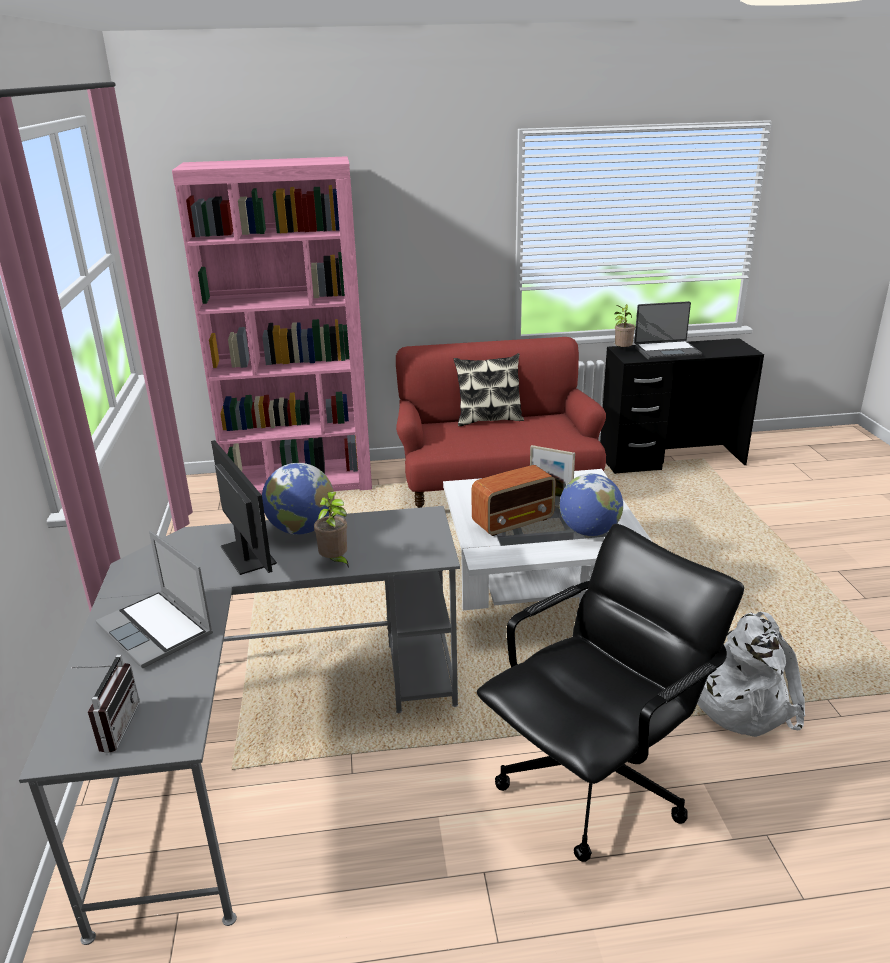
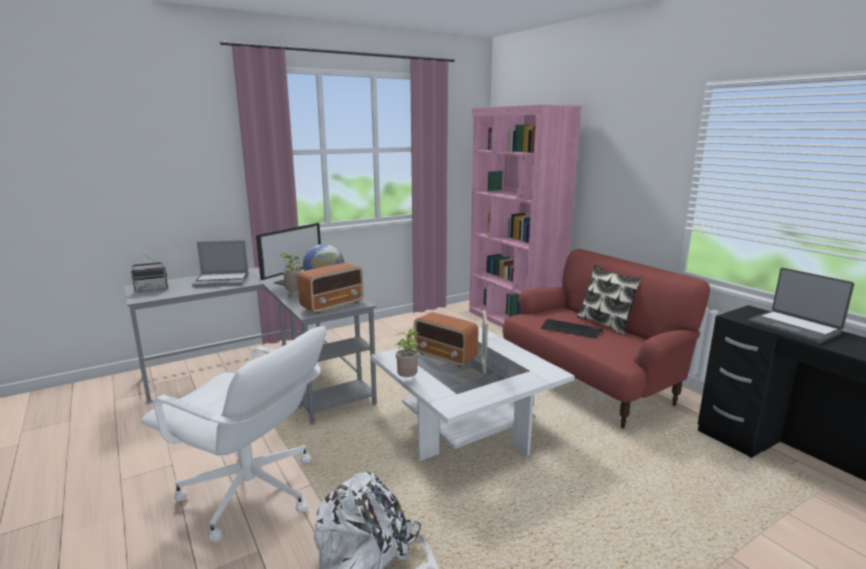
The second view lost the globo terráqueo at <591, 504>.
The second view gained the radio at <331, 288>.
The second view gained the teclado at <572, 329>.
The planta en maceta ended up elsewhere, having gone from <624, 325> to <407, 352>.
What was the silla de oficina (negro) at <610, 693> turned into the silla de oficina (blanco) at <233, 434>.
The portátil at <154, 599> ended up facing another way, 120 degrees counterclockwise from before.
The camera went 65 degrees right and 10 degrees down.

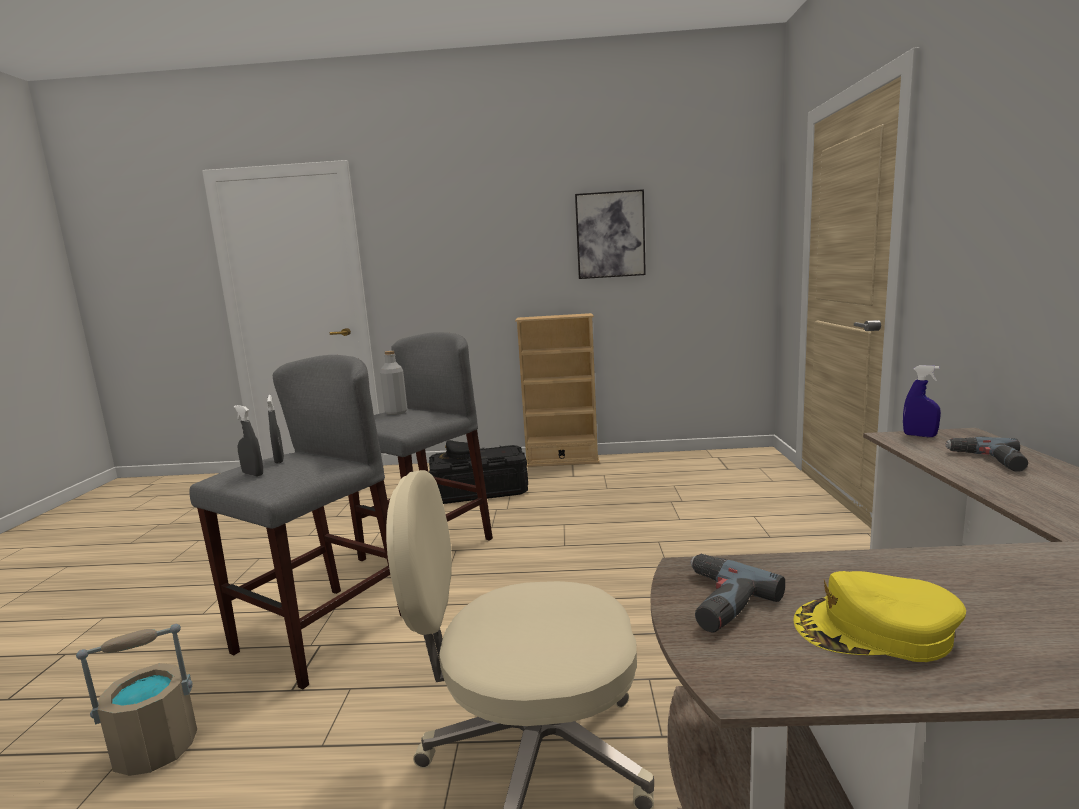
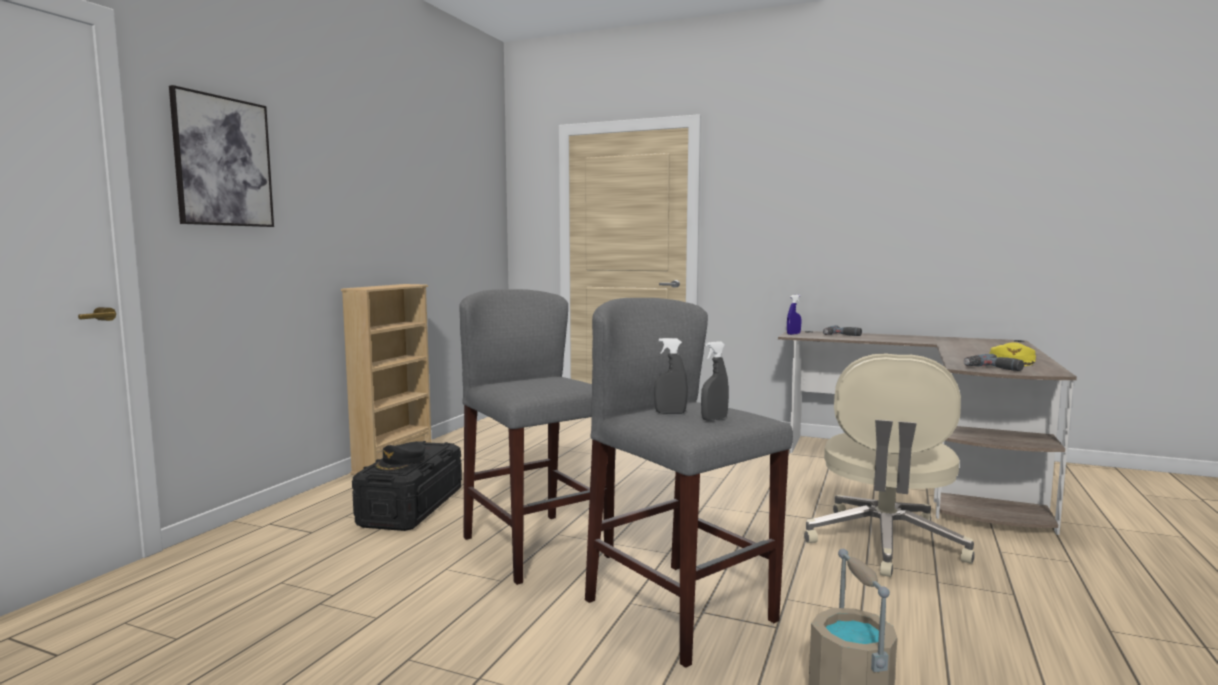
The second view lost the botella (gris) at <393, 383>.
The cuadro ended up elsewhere, having gone from <610, 234> to <221, 156>.
The camera went 70 degrees left and 5 degrees down.

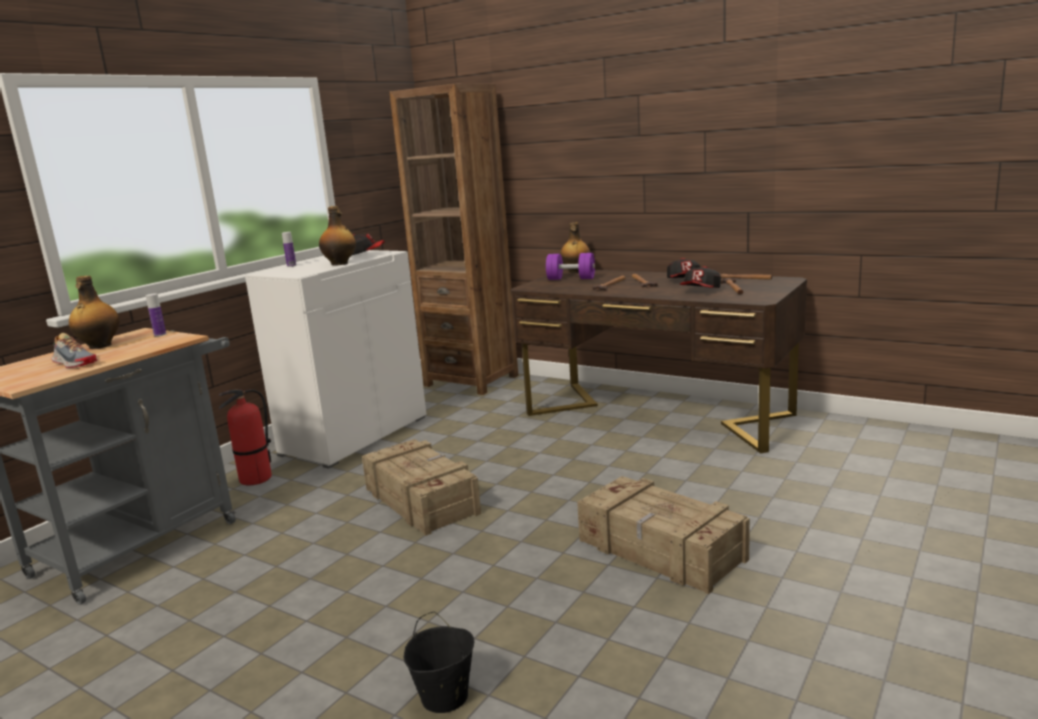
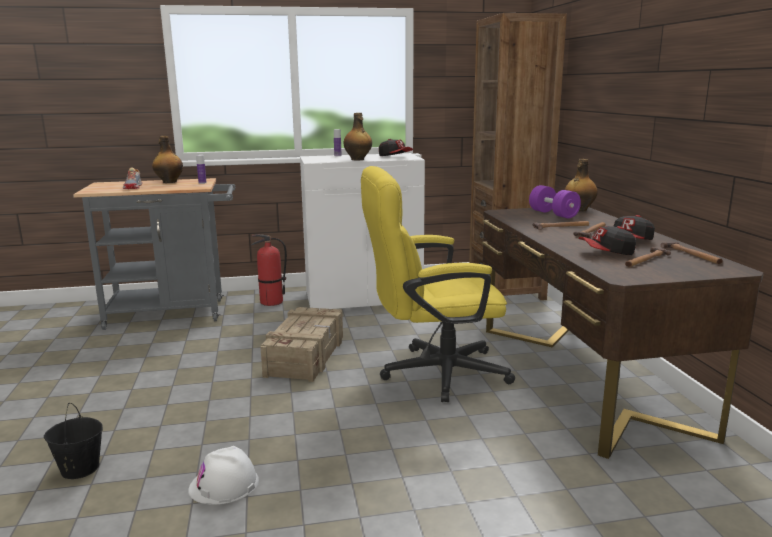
The second view lost the caja de embalaje at <663, 535>.
The second view gained the casco (blanco) at <223, 475>.
The second view gained the silla de oficina (amarillo) at <438, 284>.
The camera went 45 degrees right and 0 degrees up.

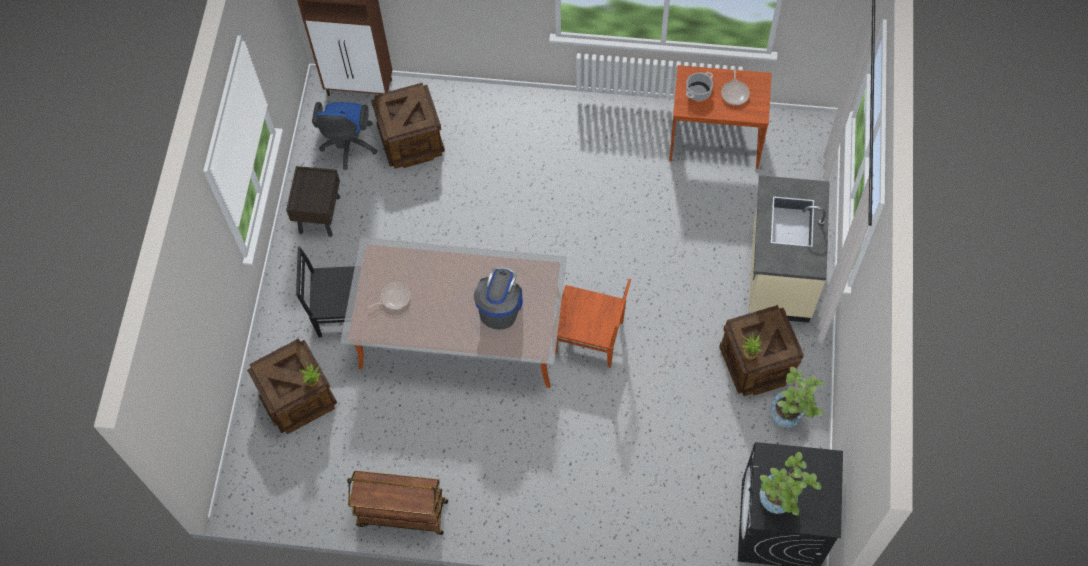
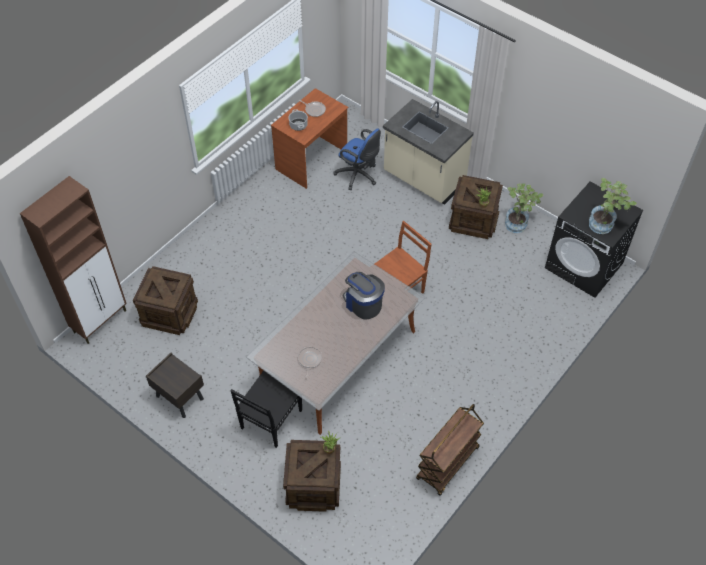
The silla de oficina (azul) ended up elsewhere, having gone from <344, 136> to <357, 159>.
The camera went 60 degrees left and 10 degrees down.

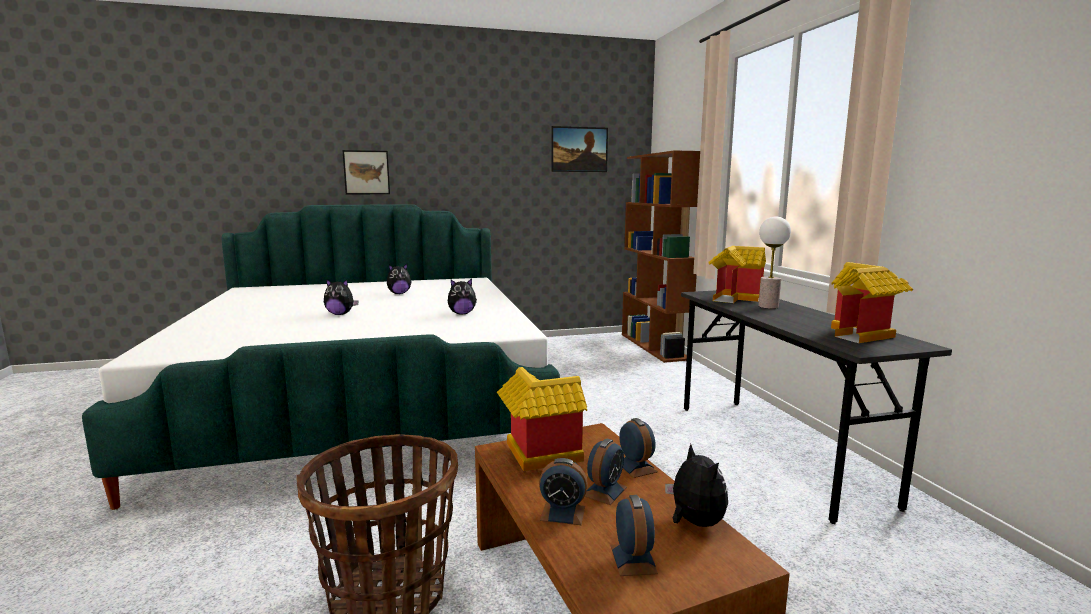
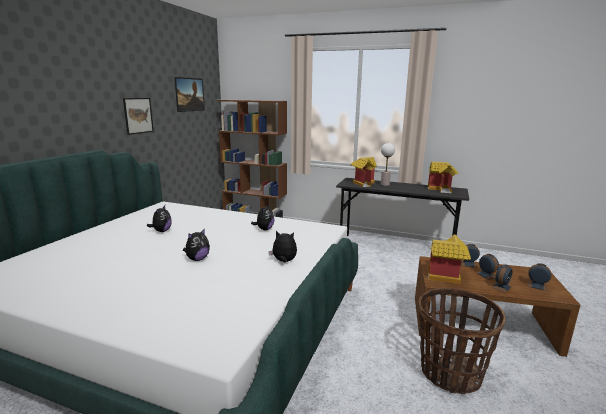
The cuadro ended up elsewhere, having gone from <366, 172> to <138, 116>.
The peluche ended up elsewhere, having gone from <696, 485> to <283, 246>.
The camera went 55 degrees left and 5 degrees up.

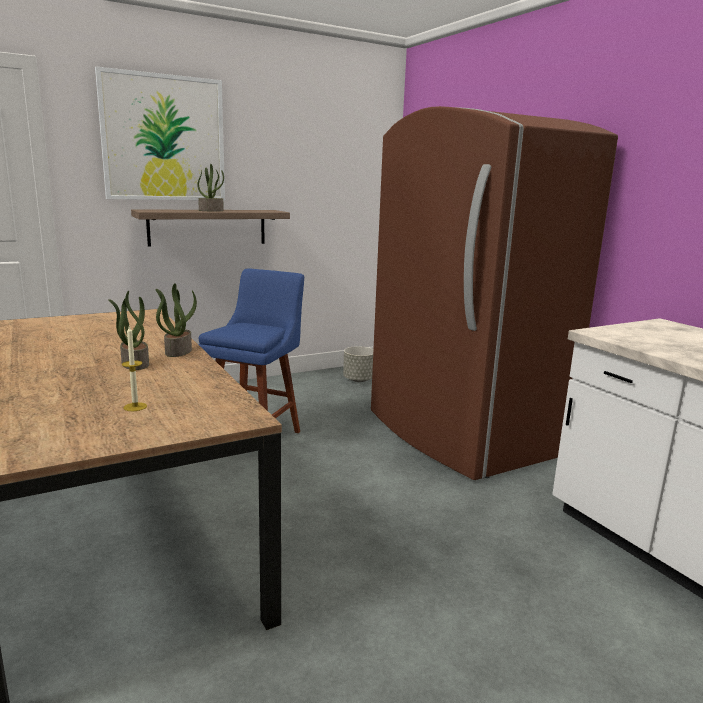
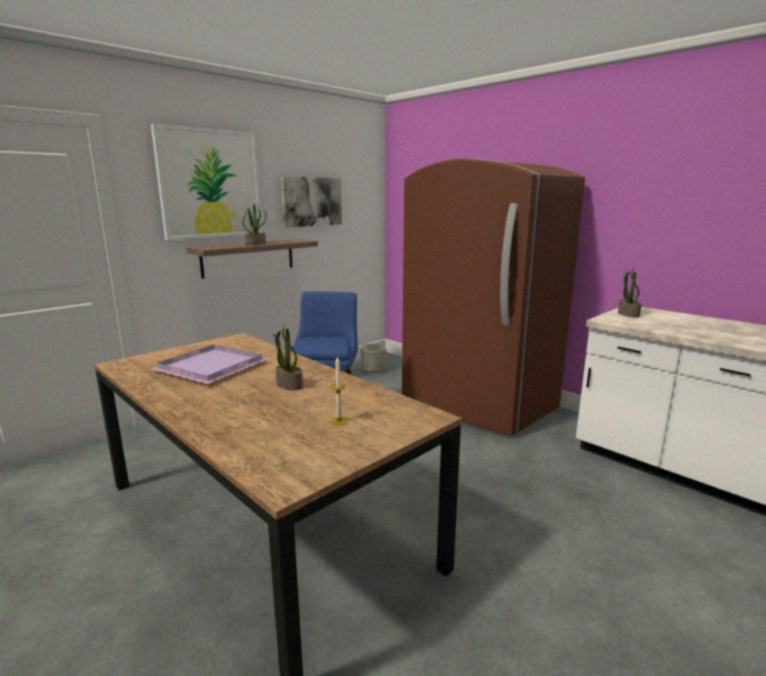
The second view gained the bandeja (morado) at <209, 364>.
The second view gained the cuadro at <311, 202>.
The planta en maceta ended up elsewhere, having gone from <176, 320> to <630, 293>.
The camera went 15 degrees left and 0 degrees up.

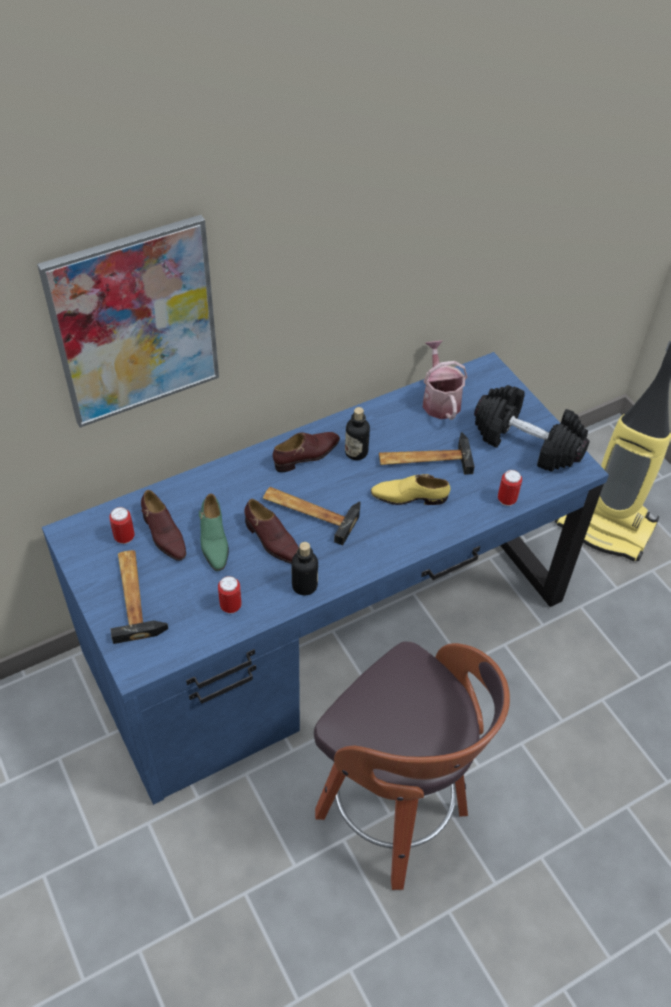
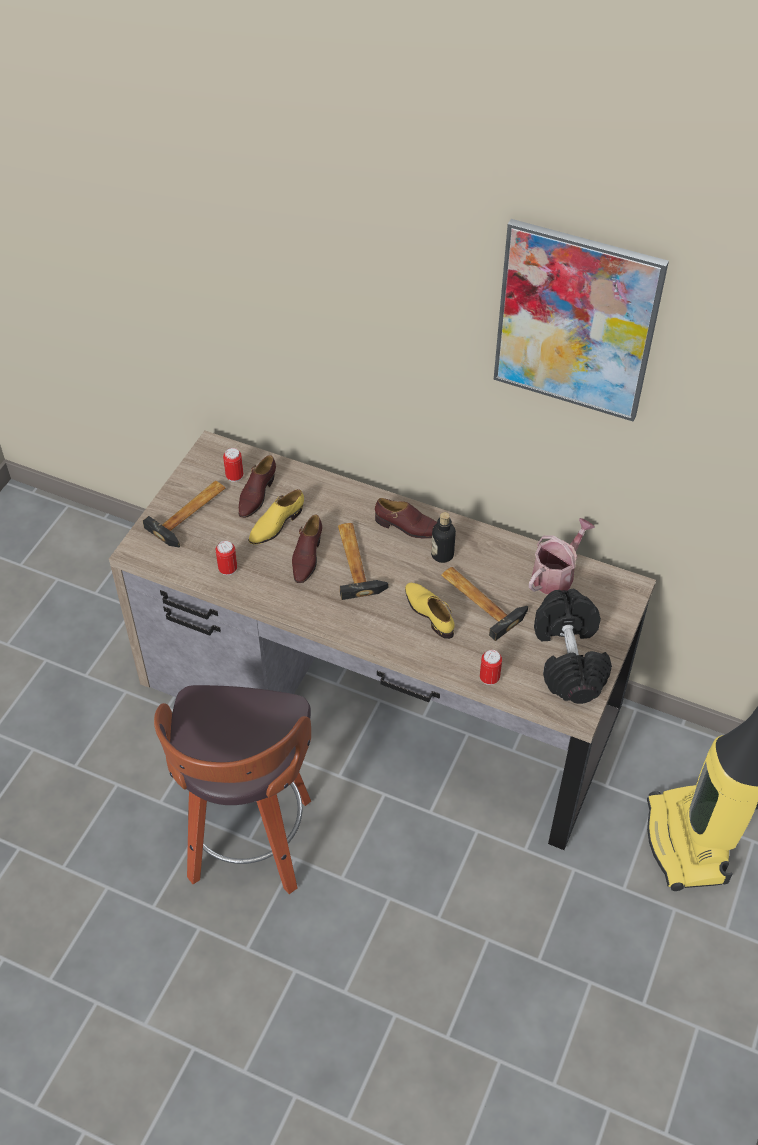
The second view lost the botella at <304, 568>.
The cuadro ended up elsewhere, having gone from <128, 321> to <581, 320>.
What was the escritorio (azul) at <325, 578> turned into the escritorio (marrón) at <382, 640>.
What was the zapato (verde) at <214, 532> turned into the zapato (amarillo) at <276, 516>.
The camera went 55 degrees right and 0 degrees up.

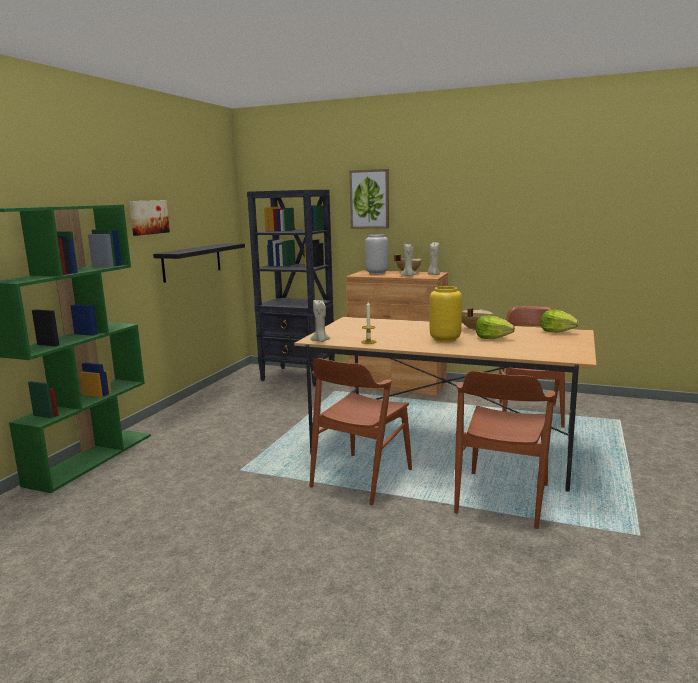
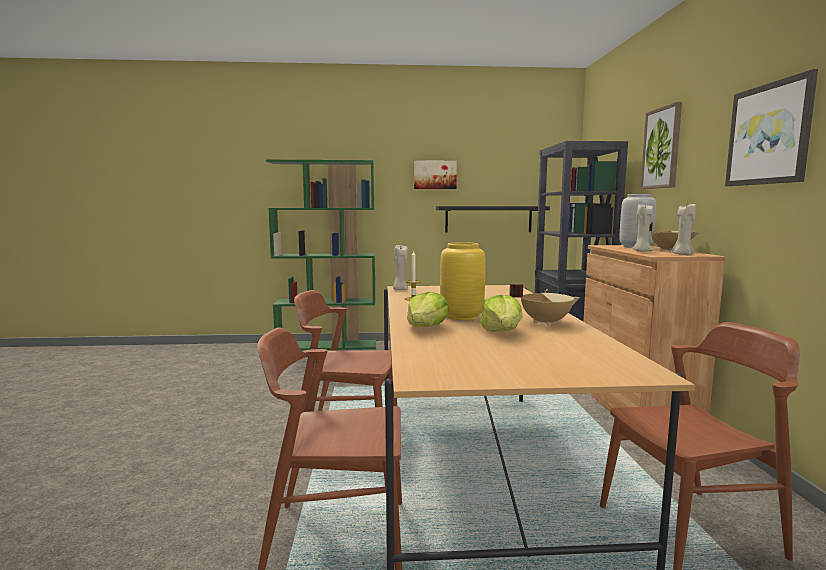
The second view gained the cuadro at <771, 127>.
The lechuga ended up elsewhere, having gone from <560, 321> to <428, 309>.
The camera went 65 degrees right and 5 degrees down.

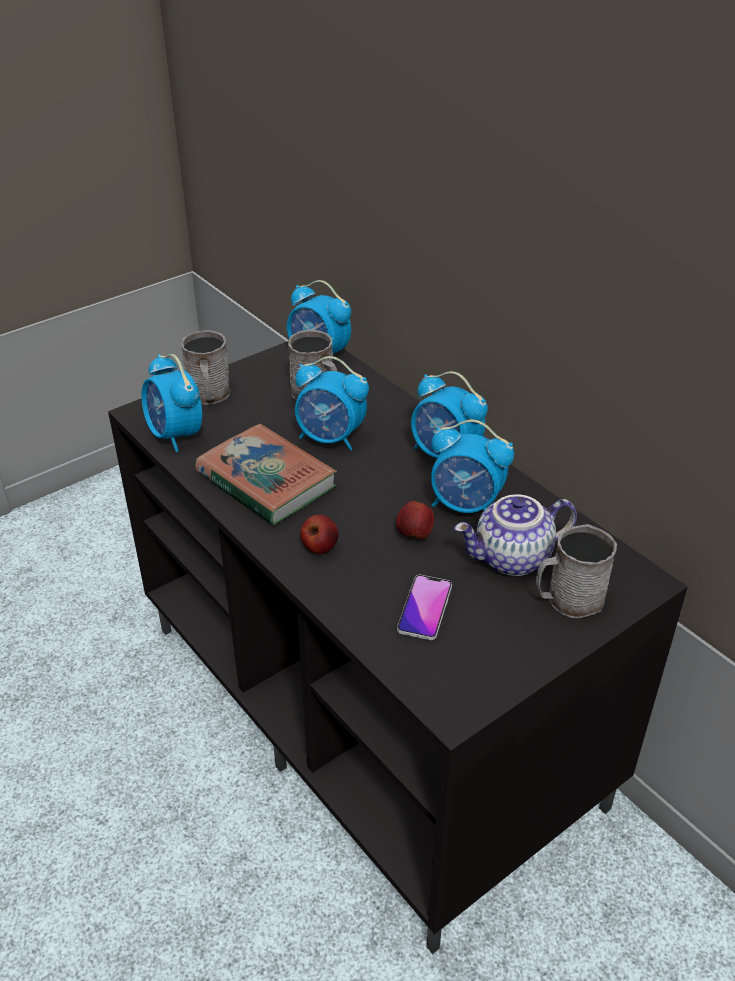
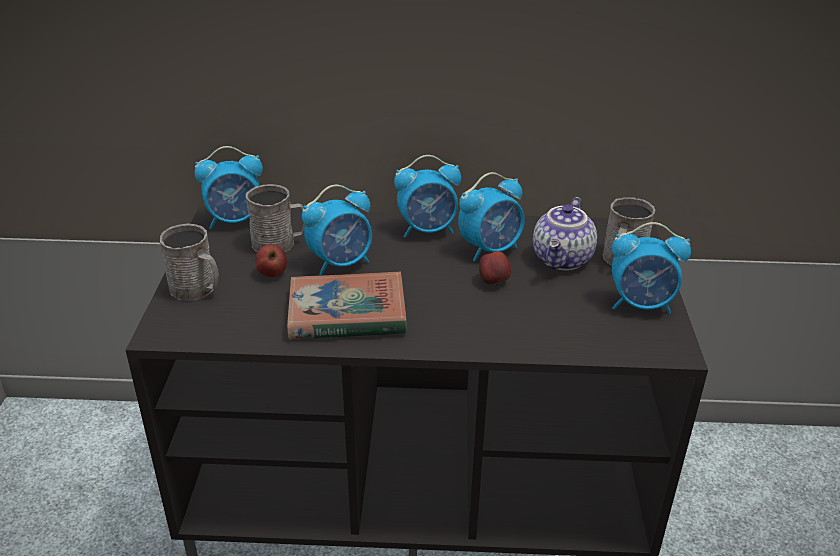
The second view lost the móvil at <424, 607>.
The despertador ended up elsewhere, having gone from <171, 403> to <651, 268>.
The manzana ended up elsewhere, having gone from <319, 534> to <271, 260>.
The camera went 50 degrees left and 5 degrees down.

